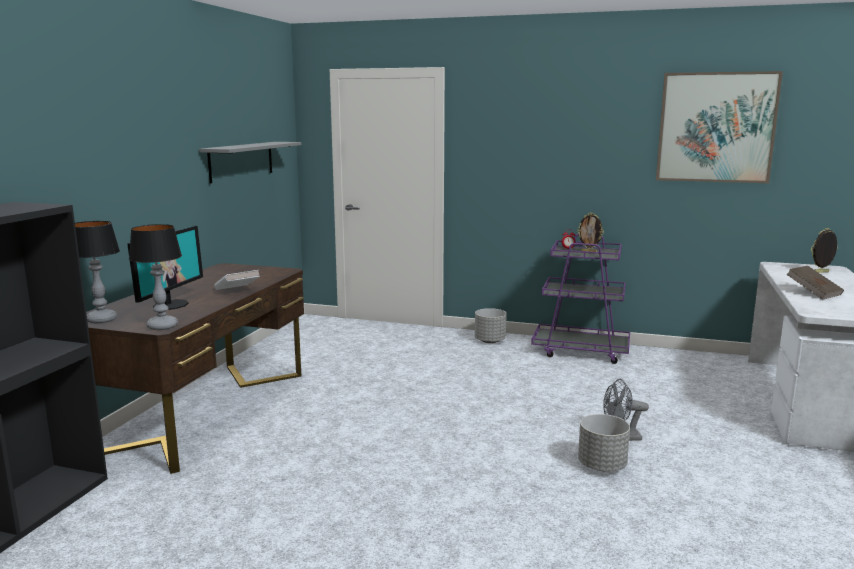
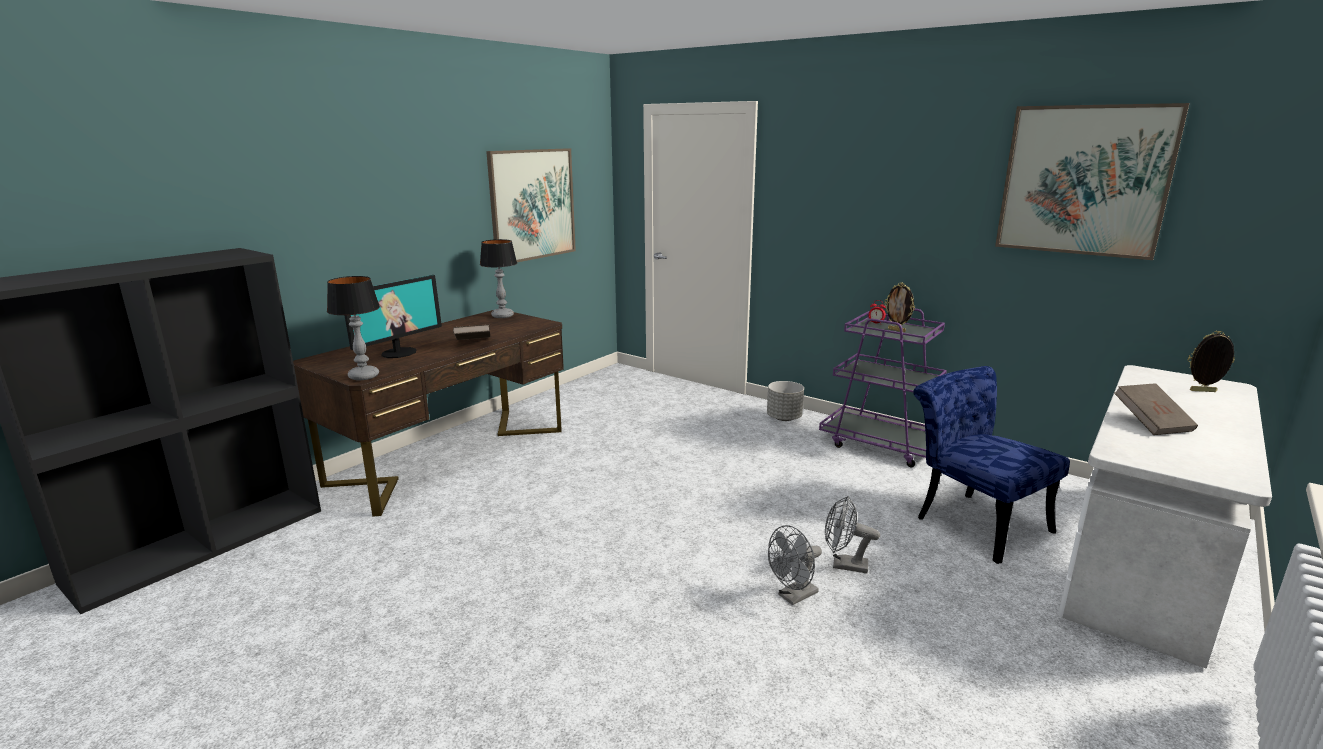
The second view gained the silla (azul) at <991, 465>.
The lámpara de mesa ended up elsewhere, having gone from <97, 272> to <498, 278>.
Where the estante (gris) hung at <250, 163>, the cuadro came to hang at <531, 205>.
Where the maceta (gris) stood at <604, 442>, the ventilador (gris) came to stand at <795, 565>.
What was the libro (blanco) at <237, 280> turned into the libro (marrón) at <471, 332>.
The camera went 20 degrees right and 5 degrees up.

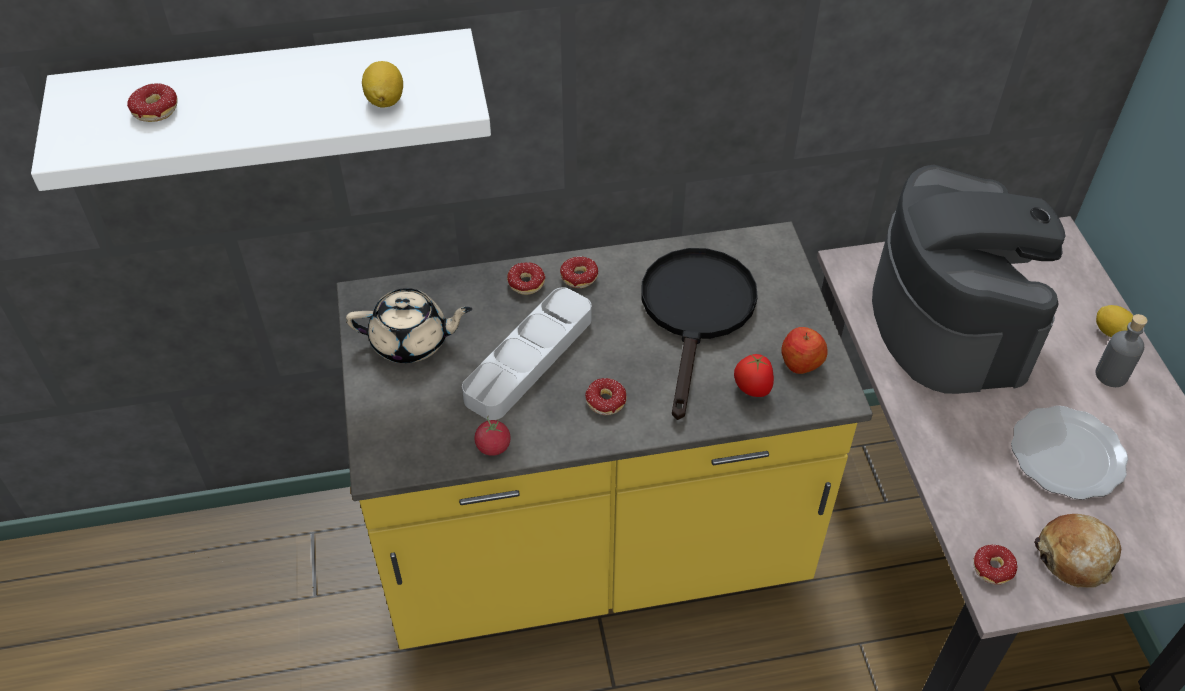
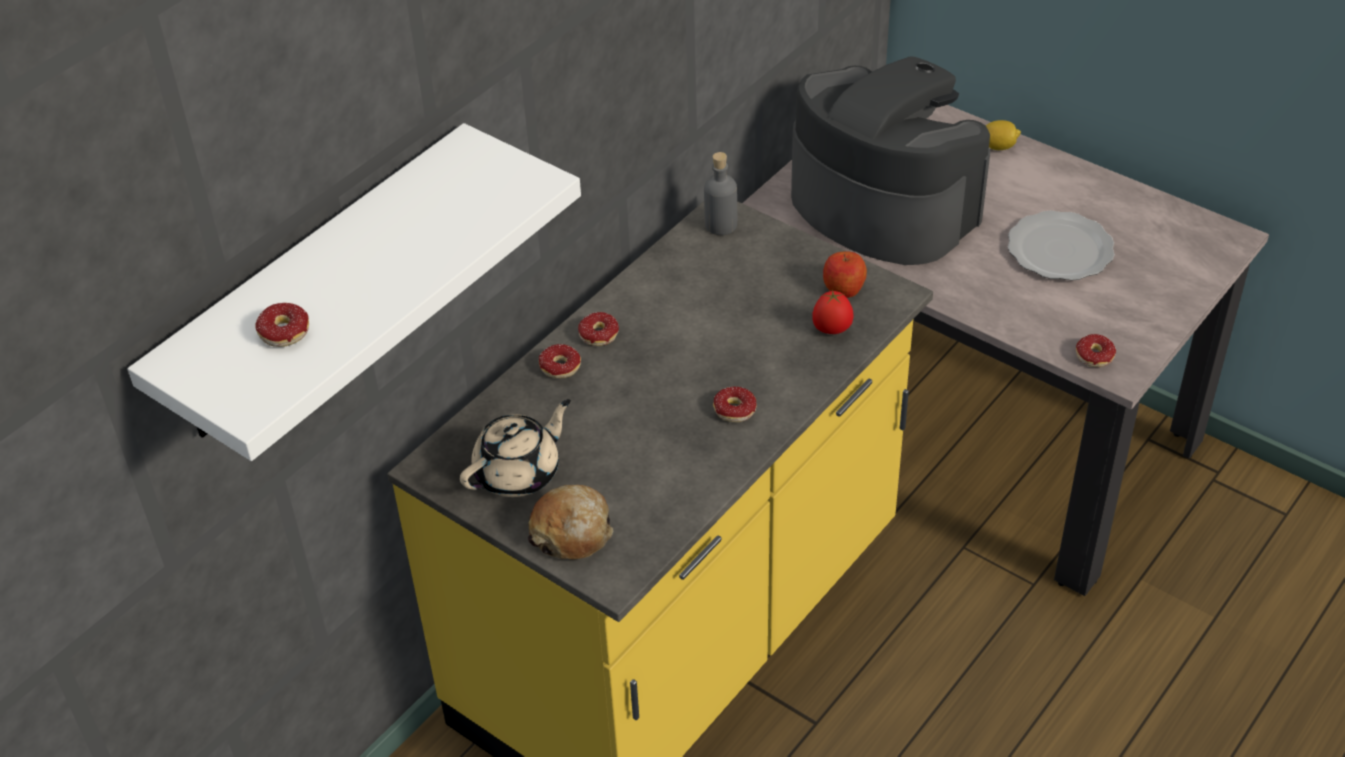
The second view lost the limón at <382, 84>.
The second view lost the bandeja (gris) at <526, 353>.
The second view lost the tomate at <493, 436>.
The second view lost the sartén (negro) at <700, 334>.
The pan ended up elsewhere, having gone from <1077, 551> to <570, 522>.
The botella (gris) ended up elsewhere, having gone from <1121, 350> to <720, 193>.
The camera went 40 degrees left and 5 degrees down.

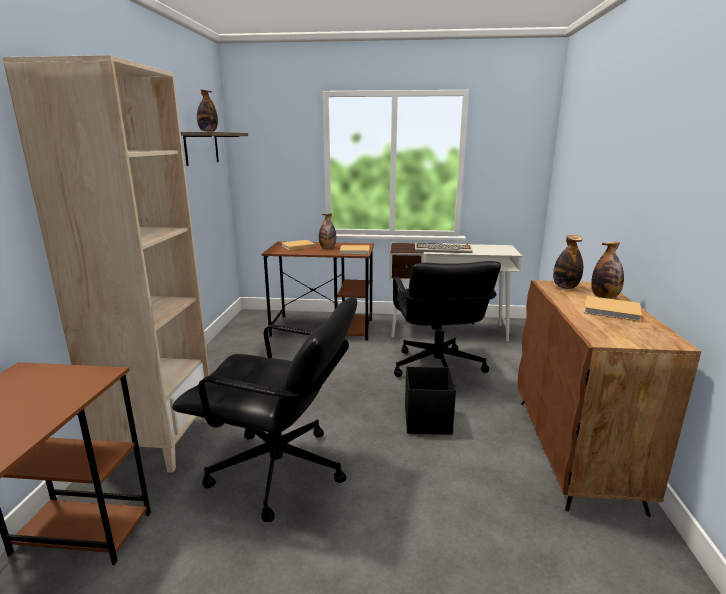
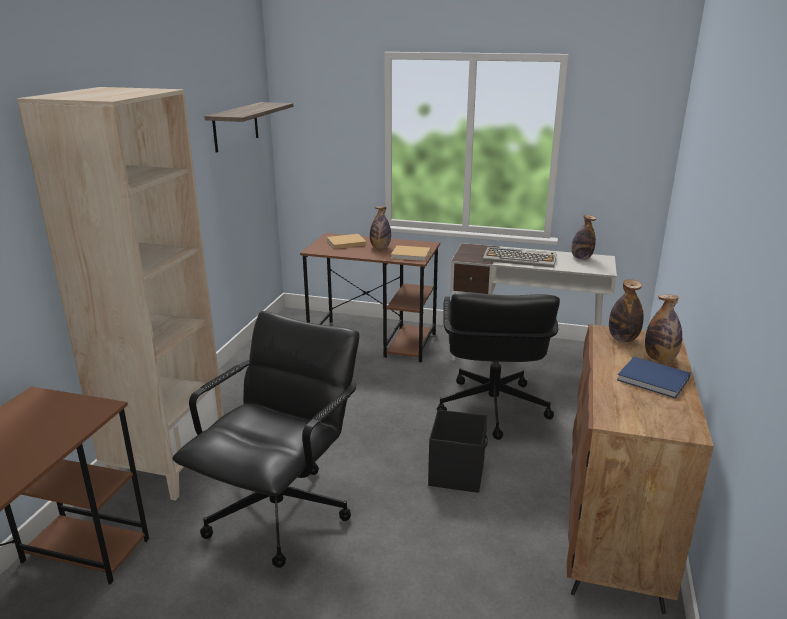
The botella ended up elsewhere, having gone from <207, 110> to <584, 237>.
What was the libro (beis) at <613, 309> turned into the libro (azul) at <654, 378>.
The silla de oficina (negro) at <264, 409> ended up facing another way, 90 degrees counterclockwise from before.
The camera went 10 degrees right and 5 degrees up.

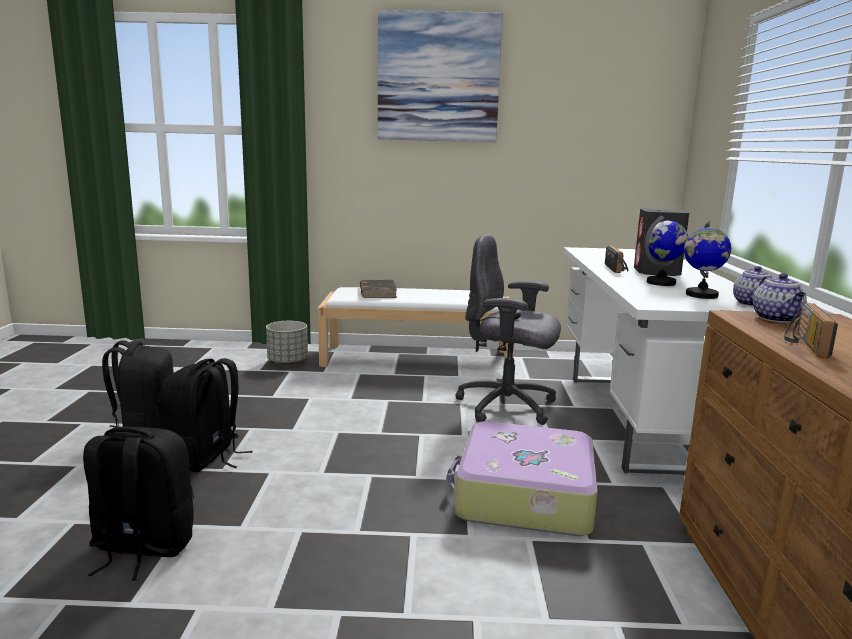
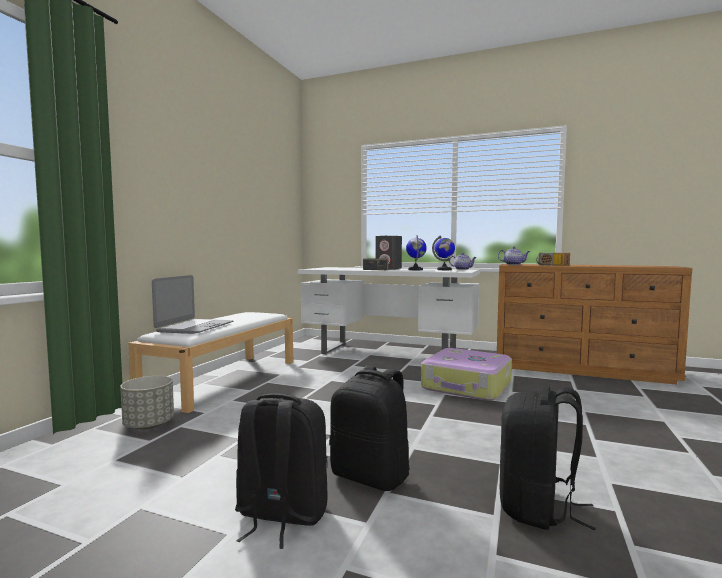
The second view lost the cuadro at <440, 76>.
The second view lost the silla de oficina (gris) at <508, 330>.
Where the libro (marrón) stood at <378, 289>, the portátil came to stand at <192, 304>.
The camera went 70 degrees left and 10 degrees down.

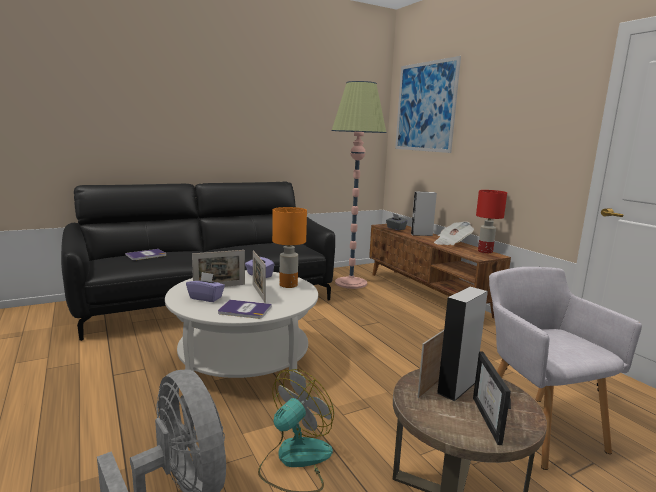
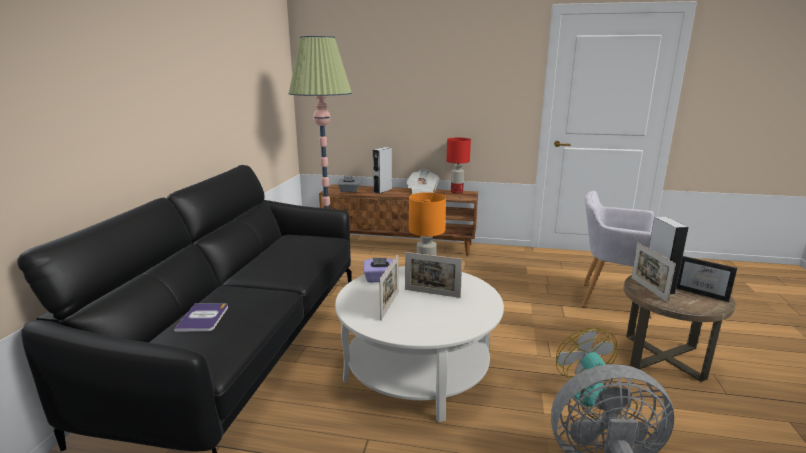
The second view lost the caja de pañuelos (morado) at <205, 287>.
The second view lost the libro at <245, 309>.
The second view lost the cuadro at <428, 104>.
The camera went 50 degrees left and 5 degrees up.

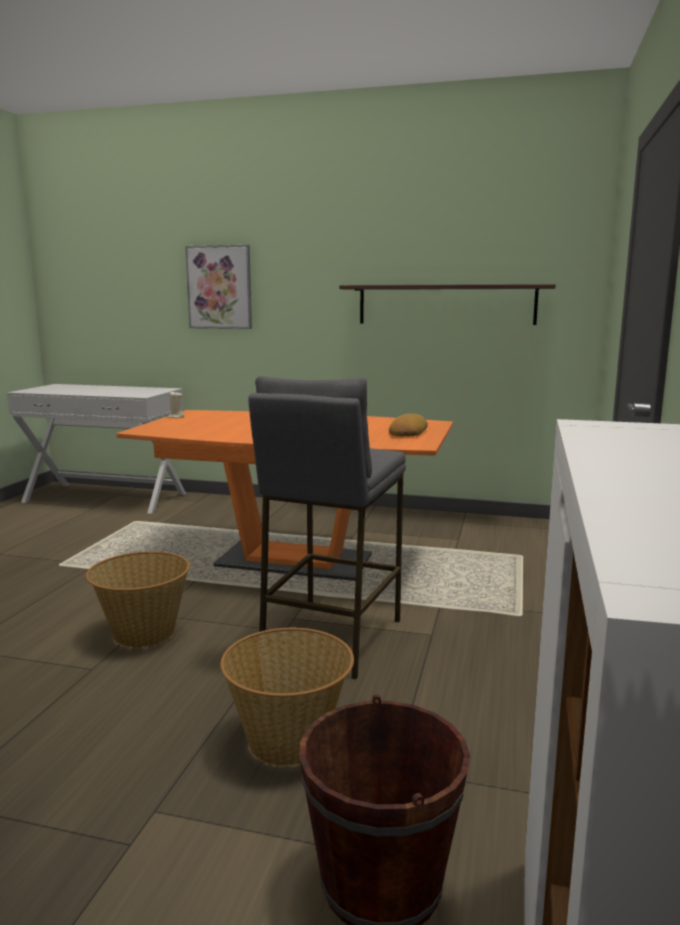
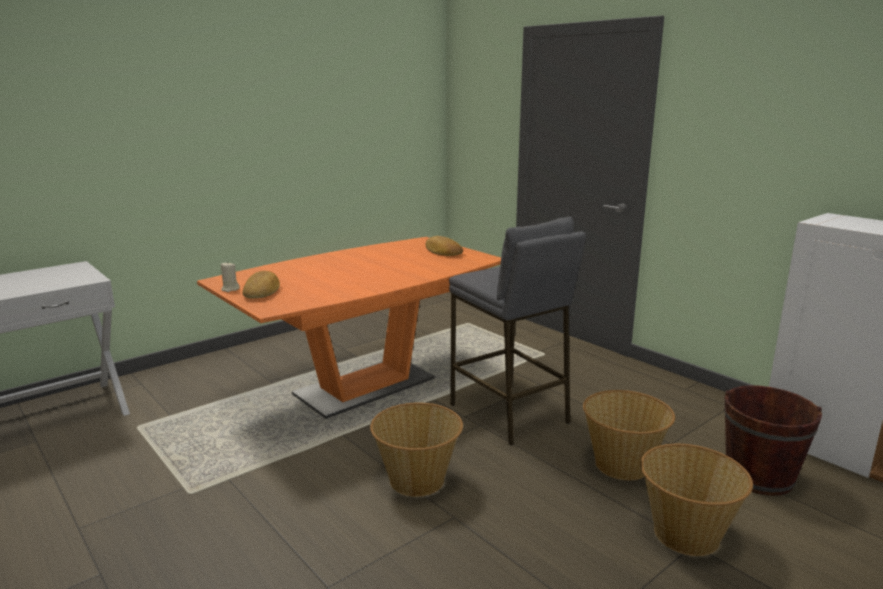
The second view lost the cuadro at <218, 287>.
The second view lost the estante at <447, 304>.
The second view gained the pan at <261, 285>.
The second view gained the cesta at <696, 500>.
The camera went 55 degrees left and 5 degrees up.

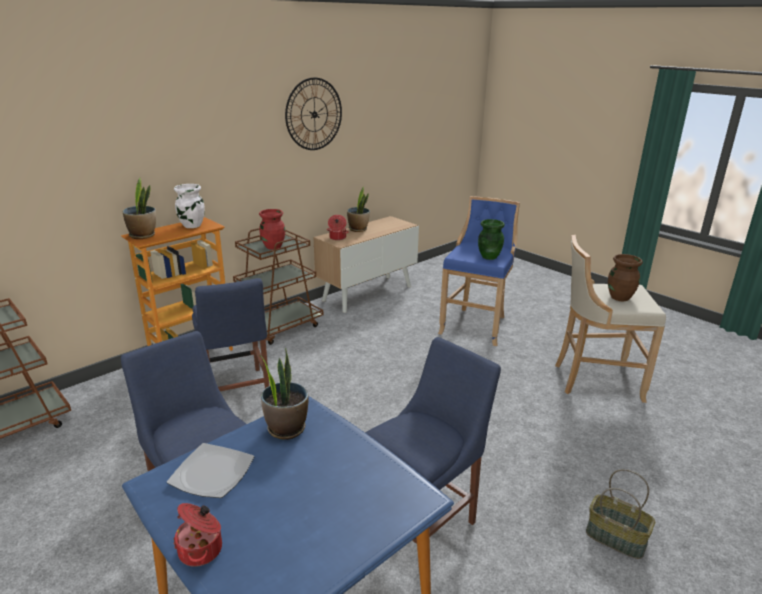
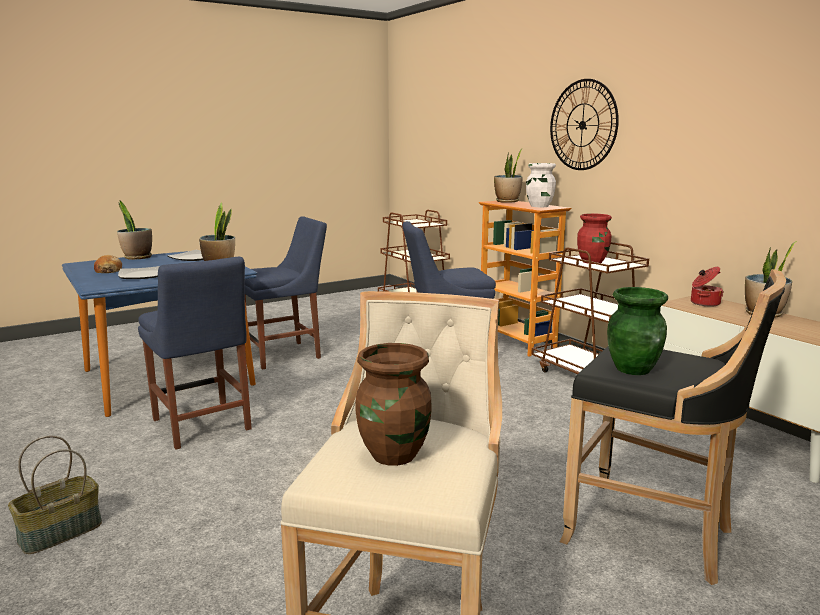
The second view gained the pan at <108, 264>.
The second view gained the plato at <139, 272>.
The reloj de pared ended up elsewhere, having gone from <313, 114> to <584, 124>.
Where the olla stood at <197, 535>, the planta en maceta came to stand at <134, 230>.
What was the taburete (azul) at <479, 271> turned into the taburete (negro) at <673, 427>.
The camera went 100 degrees right and 10 degrees down.

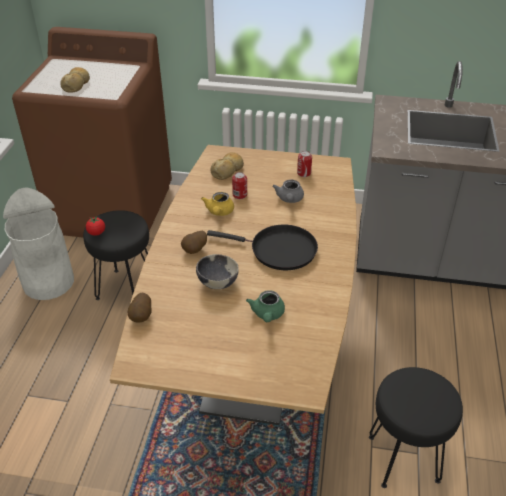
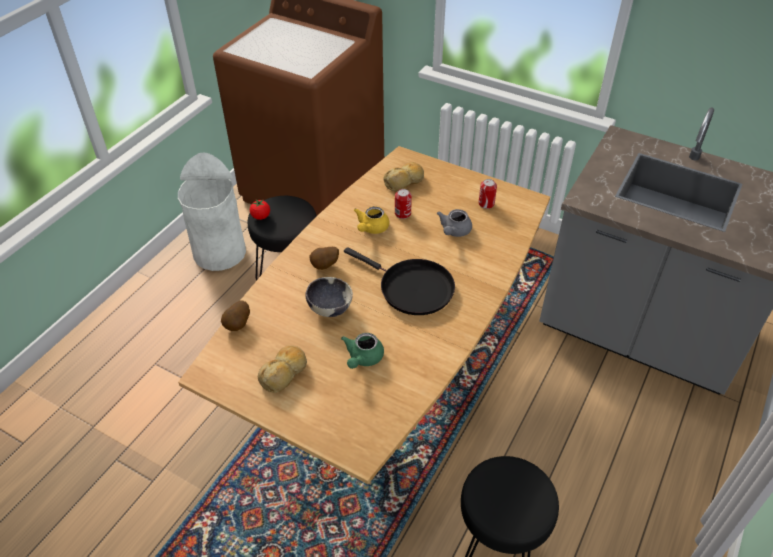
The pan ended up elsewhere, having gone from <75, 79> to <282, 369>.
The camera went 20 degrees right and 5 degrees up.

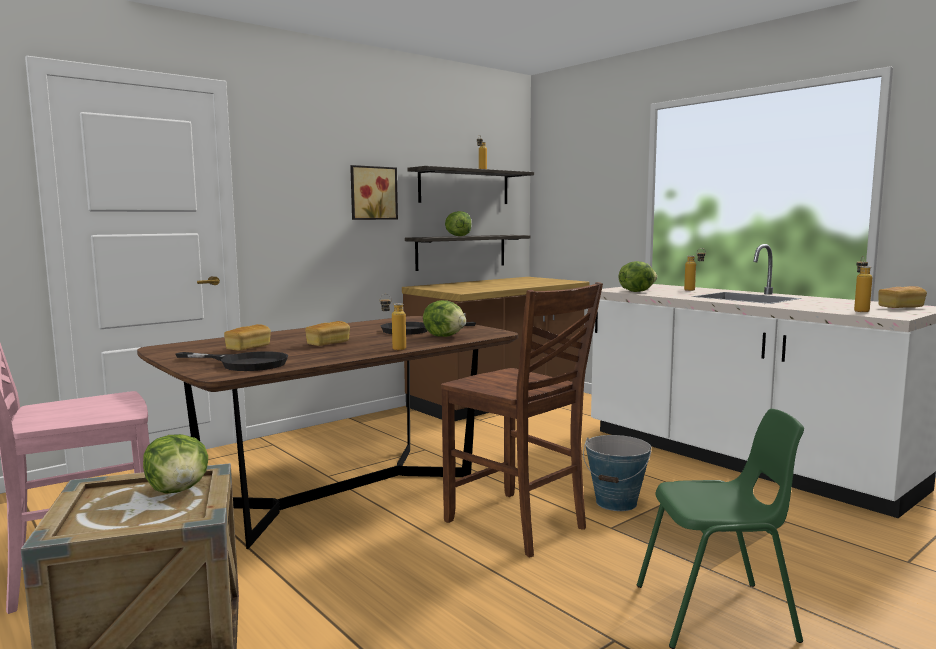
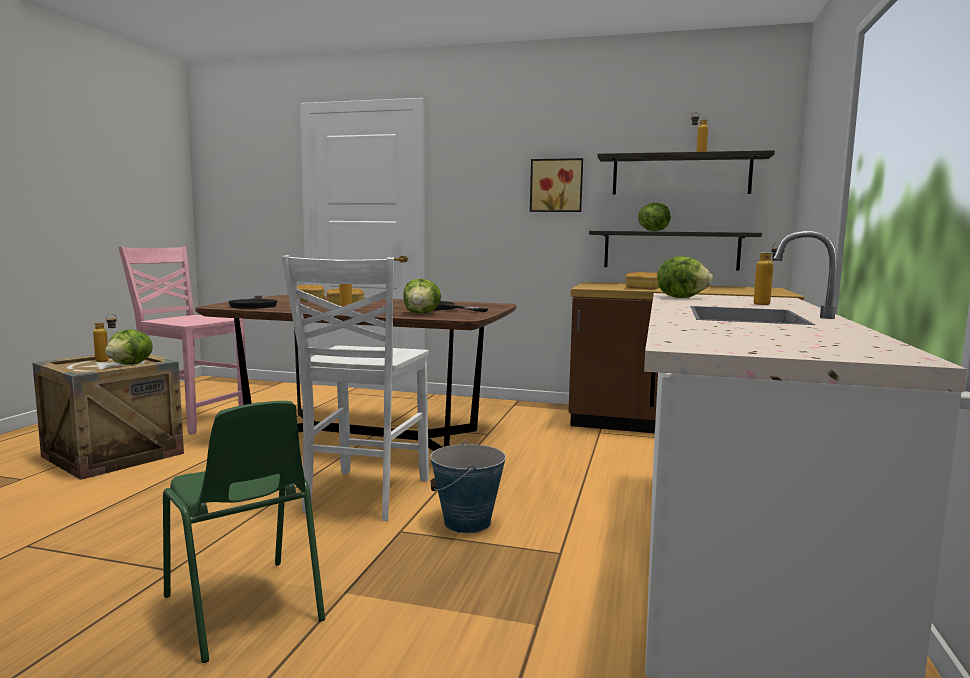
The botella ended up elsewhere, having gone from <863, 284> to <105, 338>.
The pan ended up elsewhere, having gone from <903, 297> to <642, 281>.
What was the silla (marrón) at <522, 419> turned into the silla (blanco) at <355, 388>.
The camera went 55 degrees right and 0 degrees up.

